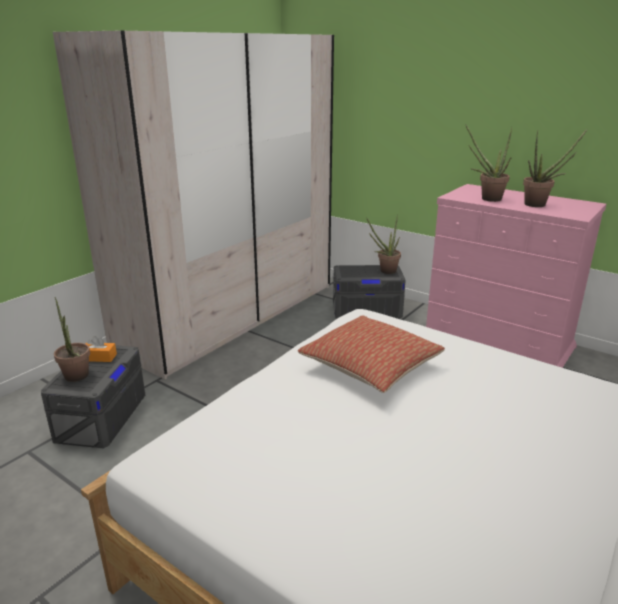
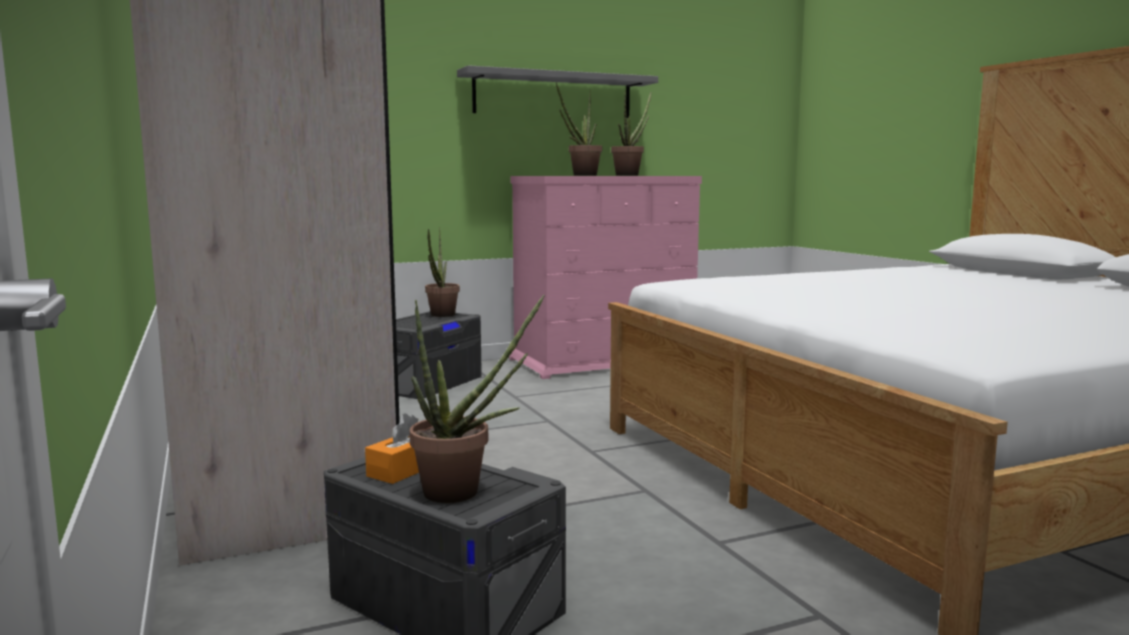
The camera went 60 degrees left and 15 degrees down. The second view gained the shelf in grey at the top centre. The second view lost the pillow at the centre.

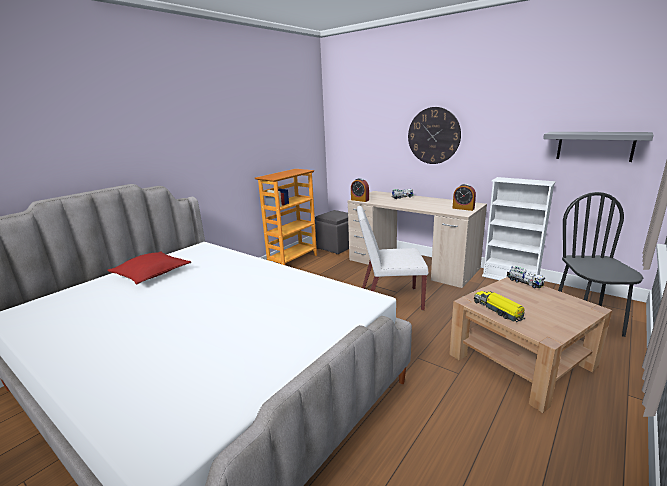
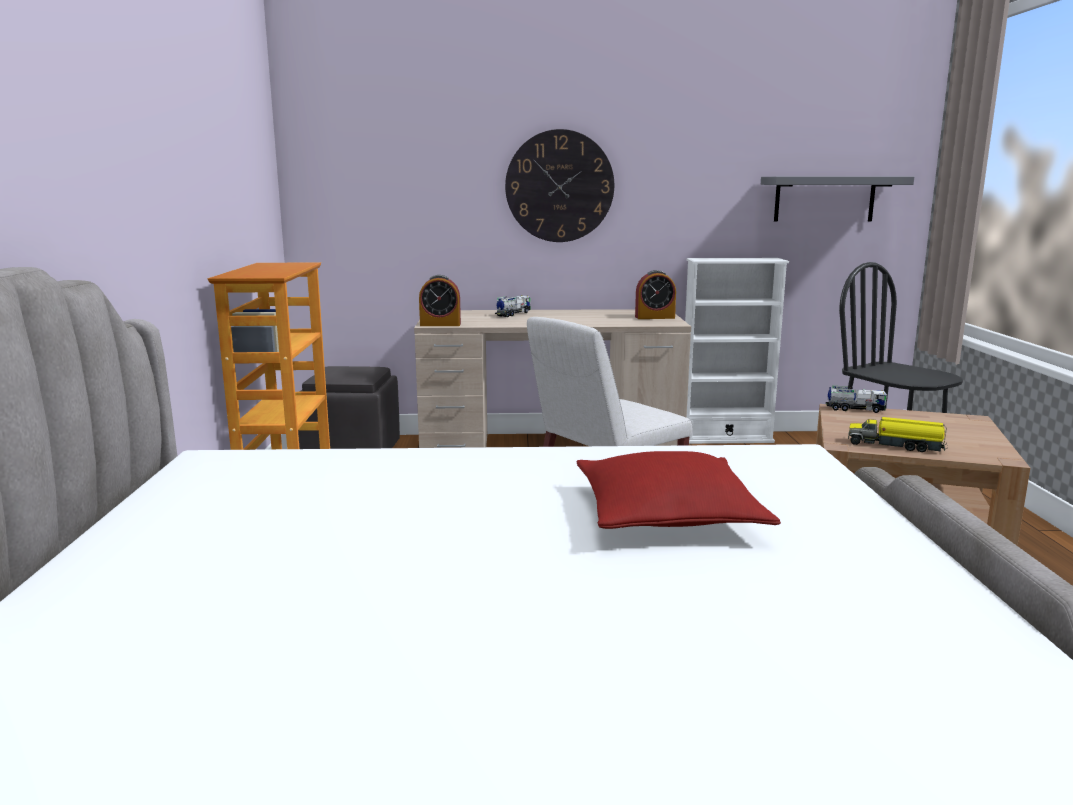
The camera went 40 degrees left and 5 degrees down. The pillow in red ended up elsewhere, having gone from the middle left to the centre.

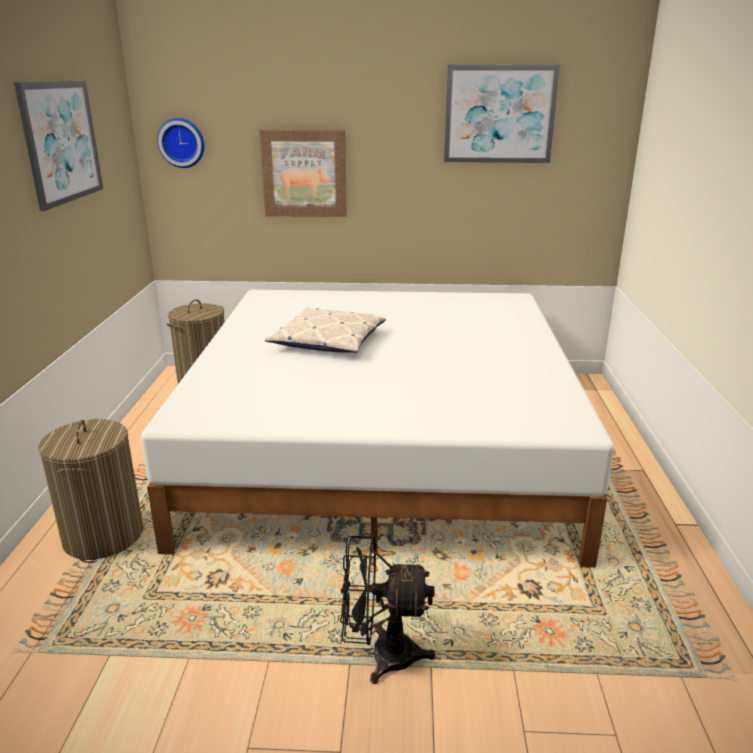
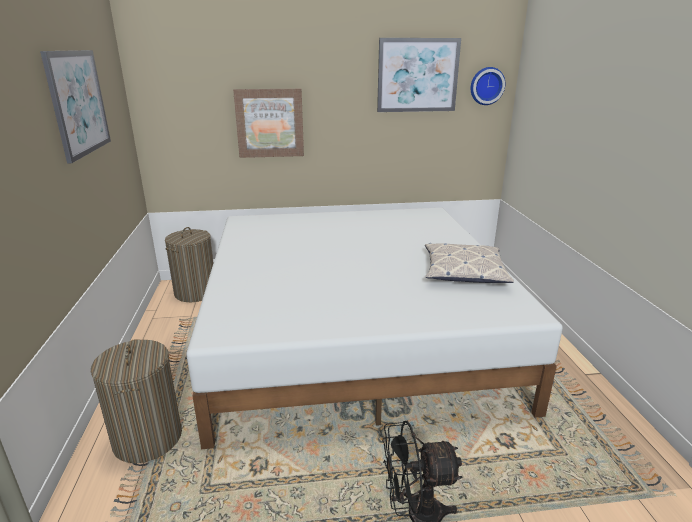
The camera went 10 degrees left and 0 degrees up. The pillow ended up elsewhere, having gone from the centre to the middle right. The wall clock ended up elsewhere, having gone from the top left to the top right.

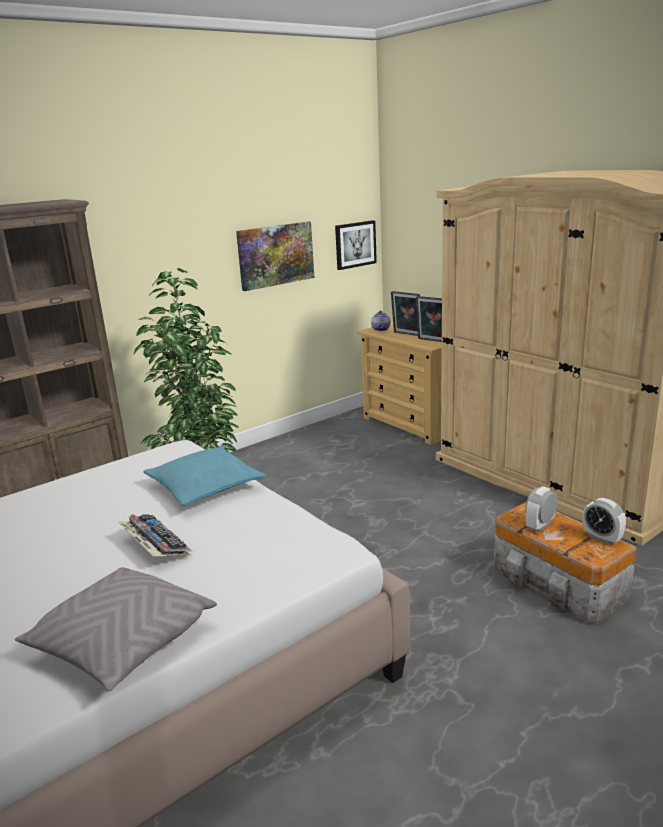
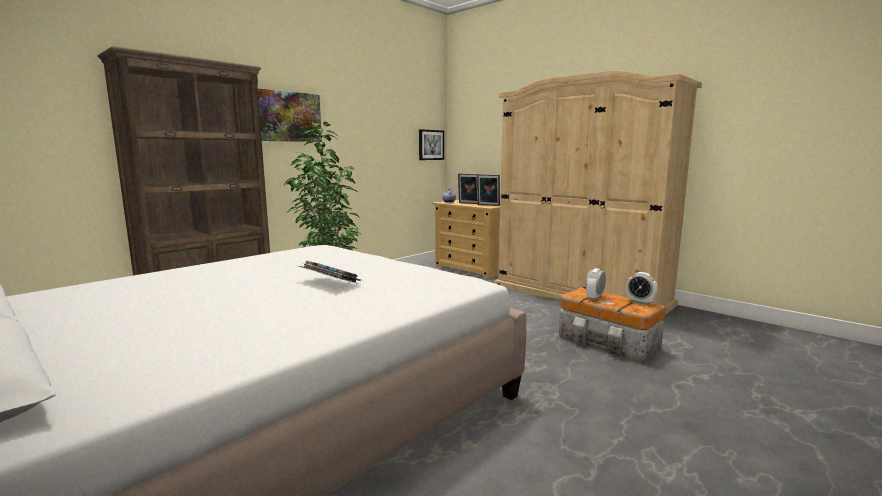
The camera went 10 degrees left and 10 degrees down. The picture (1st from left) ended up elsewhere, having gone from the top centre to the top left. The second view lost the pillow in grey at the bottom left. The second view lost the pillow in turquoise at the middle left.

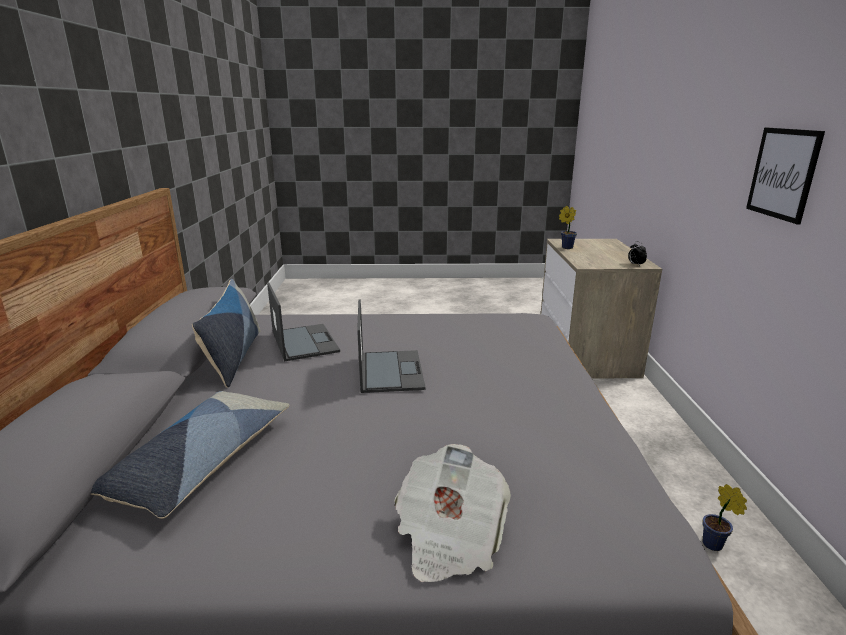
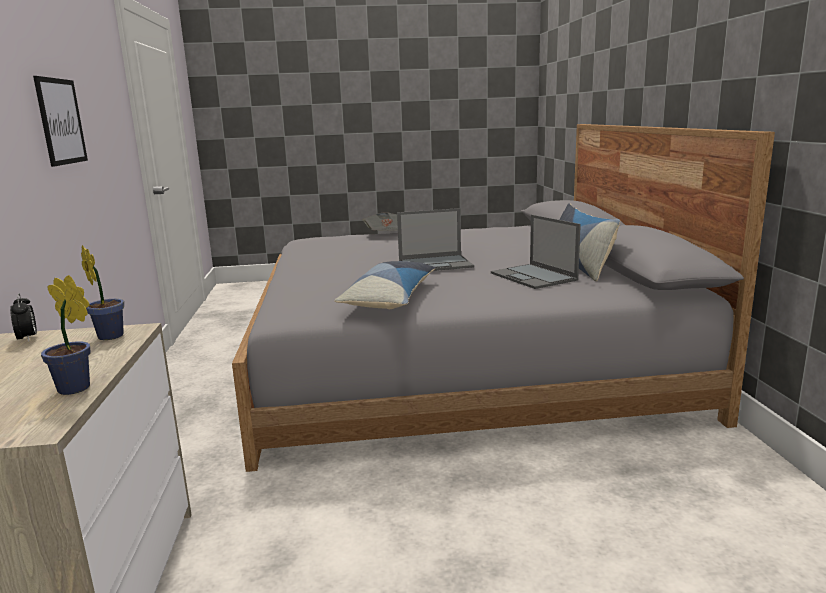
The camera went 175 degrees right and 5 degrees down. The potted plant (2nd from left) ended up elsewhere, having gone from the bottom right to the middle left. The pillow (1st from left) ended up elsewhere, having gone from the bottom left to the centre. The laptop (2nd from left in the first image) at the centre ended up facing another way, 90 degrees counterclockwise from before.

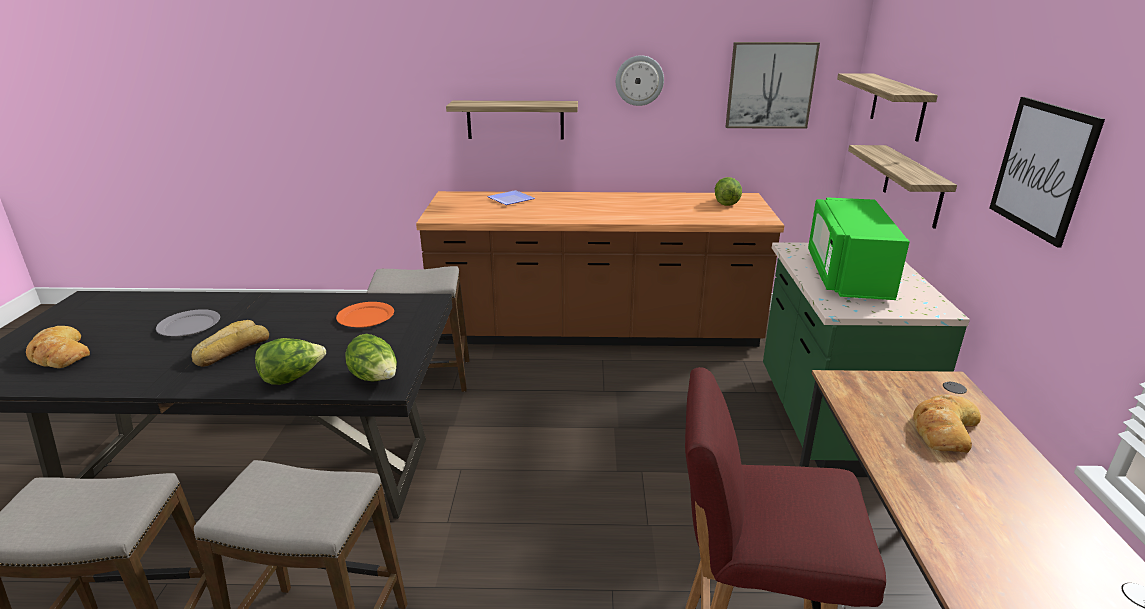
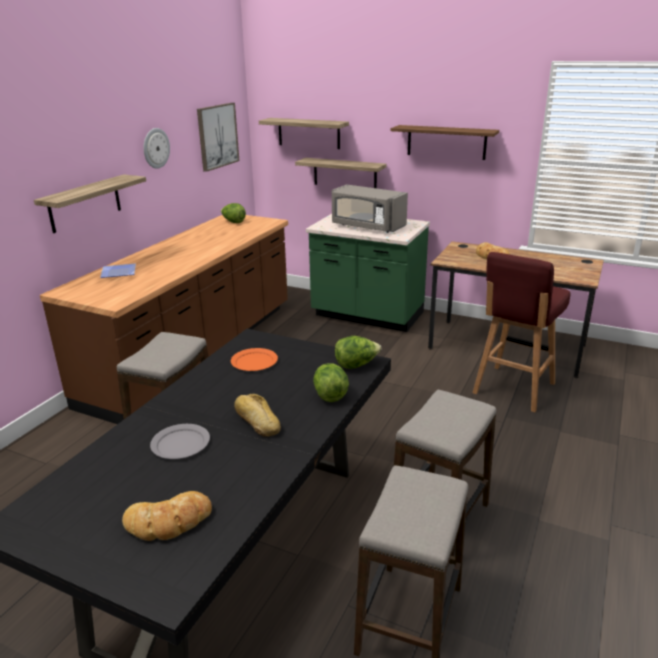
The camera went 65 degrees left and 0 degrees up. What was the microwave in green at the middle right turned into the microwave in grey at the top centre. Where the picture (2nd from left) hung at the top right, the shelf (4th from left) came to hang at the top right.

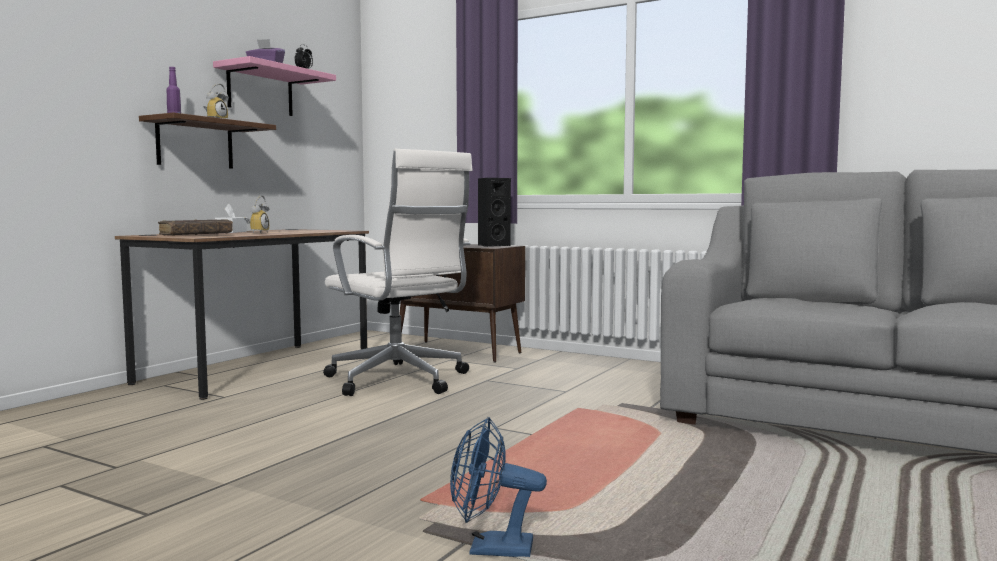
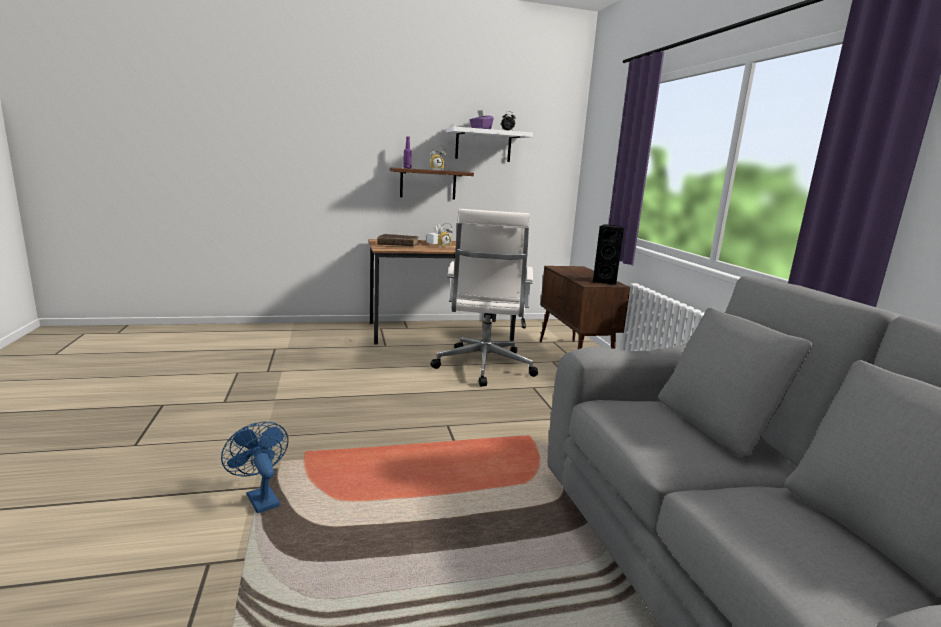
The camera went 45 degrees right and 10 degrees up. What was the shelf in pink at the top left turned into the shelf in white at the top centre.

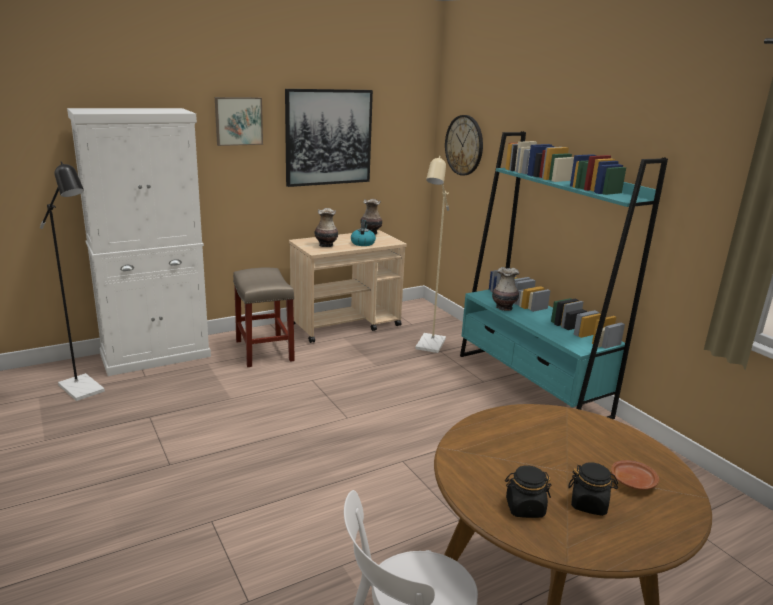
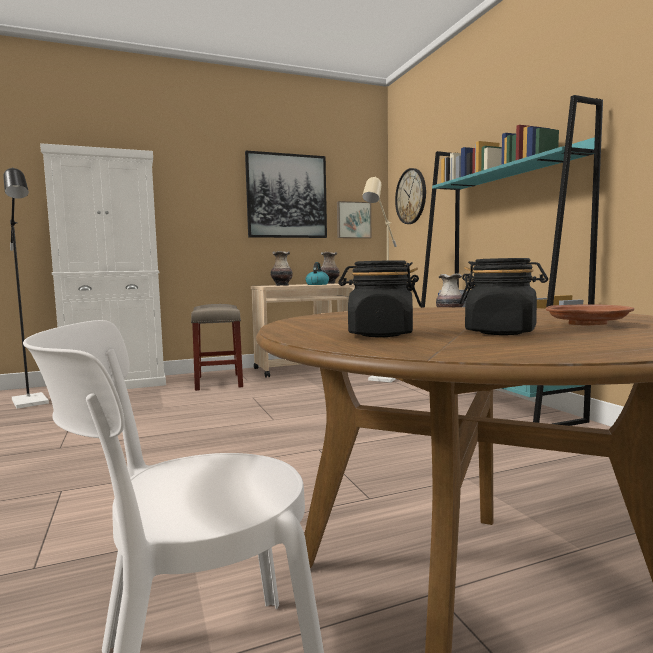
The camera went 10 degrees right and 15 degrees down. The picture (1st from left in the first image) ended up elsewhere, having gone from the top left to the centre.

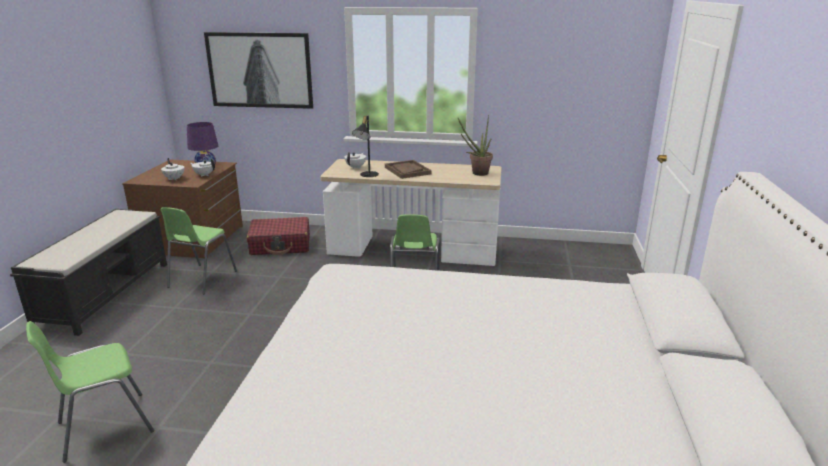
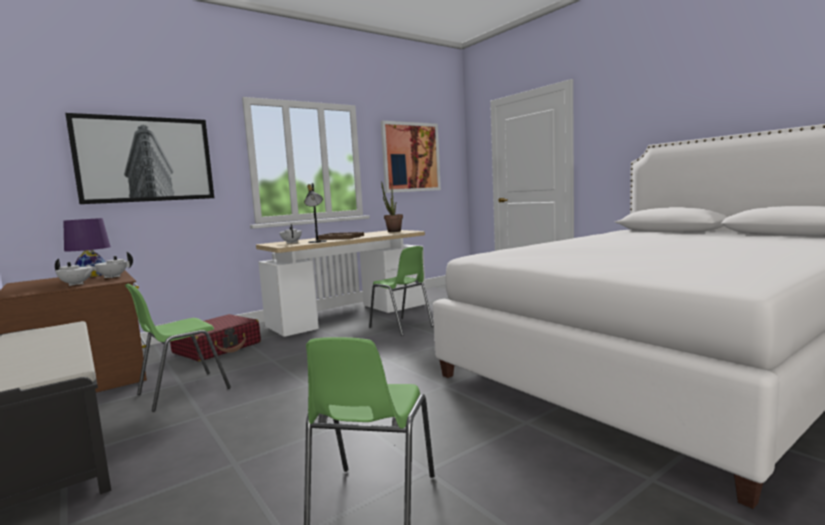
The camera went 45 degrees left and 15 degrees down. The chair in green (2nd from left in the first image) at the middle left ended up facing another way, 75 degrees clockwise from before. The second view gained the picture (2nd from left) at the top centre.

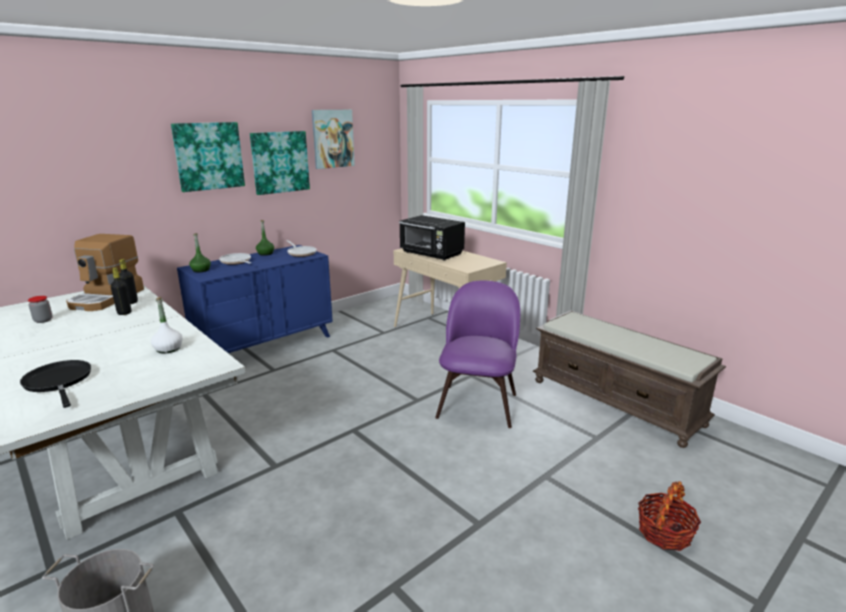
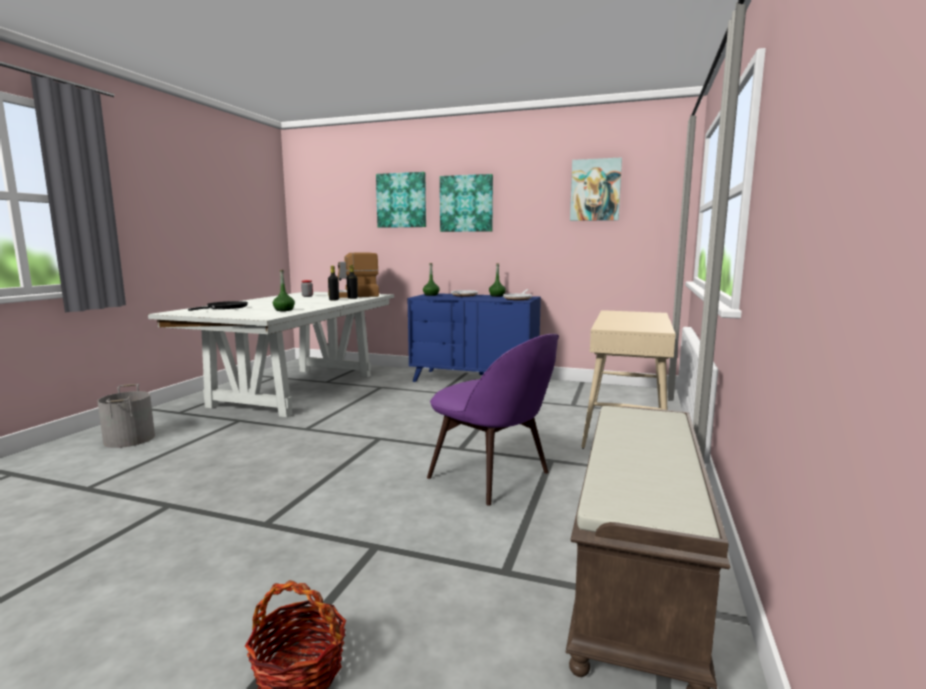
The camera went 60 degrees right and 10 degrees down. What was the bottle in white at the middle left turned into the bottle in green (1st from left) at the middle left. The picture (2nd from left in the first image) ended up elsewhere, having gone from the top left to the top centre. The chair in purple at the centre ended up facing another way, 60 degrees clockwise from before. The second view lost the microwave in black at the centre.

